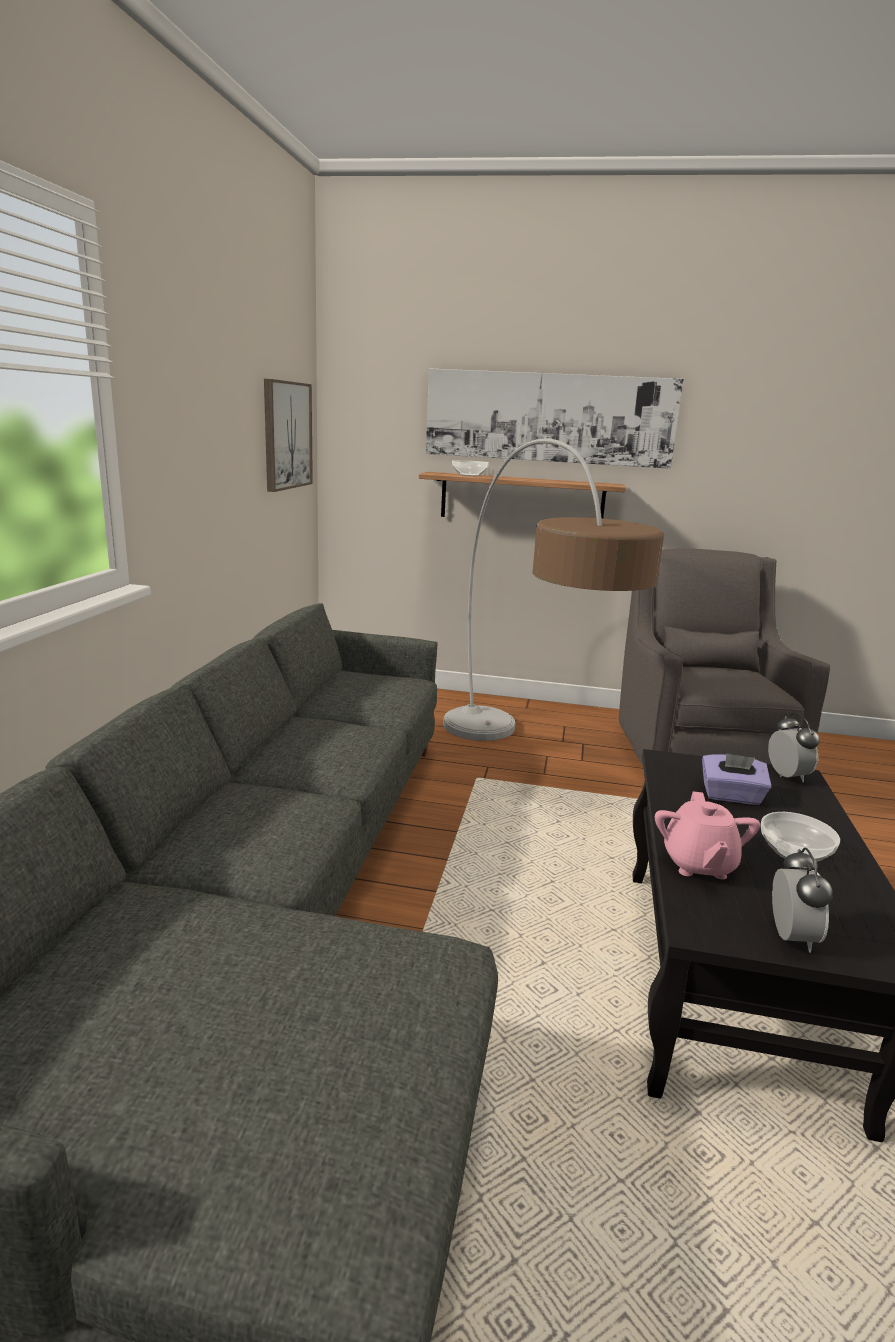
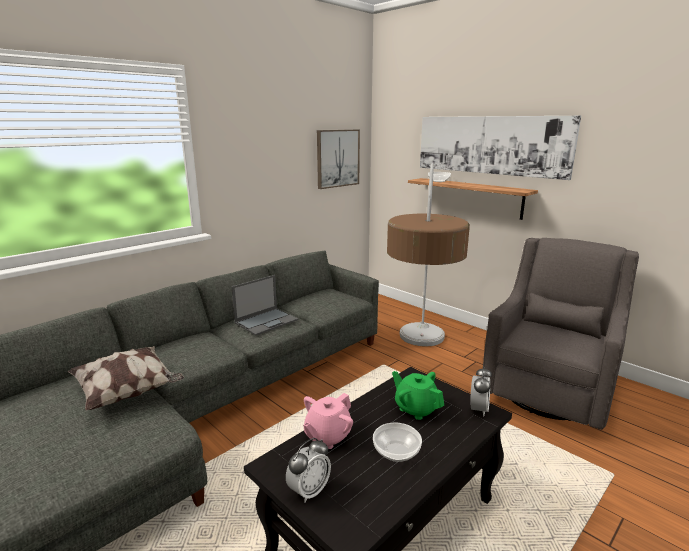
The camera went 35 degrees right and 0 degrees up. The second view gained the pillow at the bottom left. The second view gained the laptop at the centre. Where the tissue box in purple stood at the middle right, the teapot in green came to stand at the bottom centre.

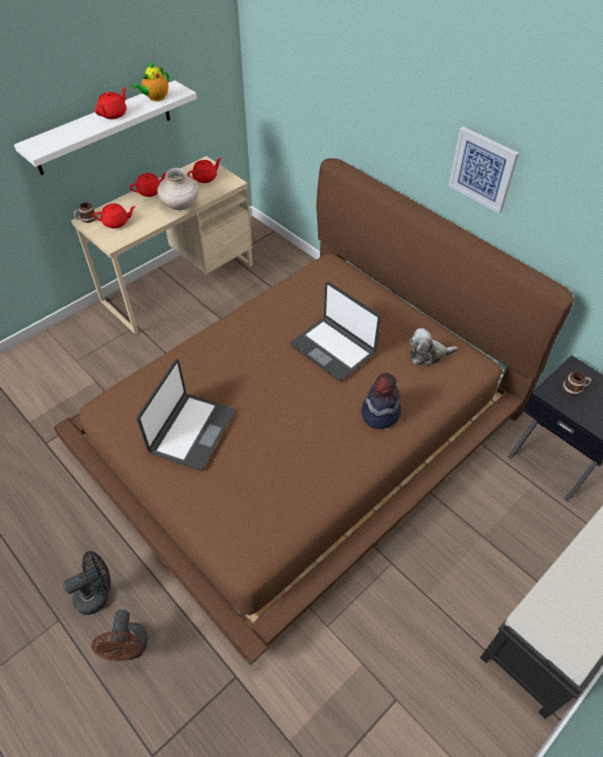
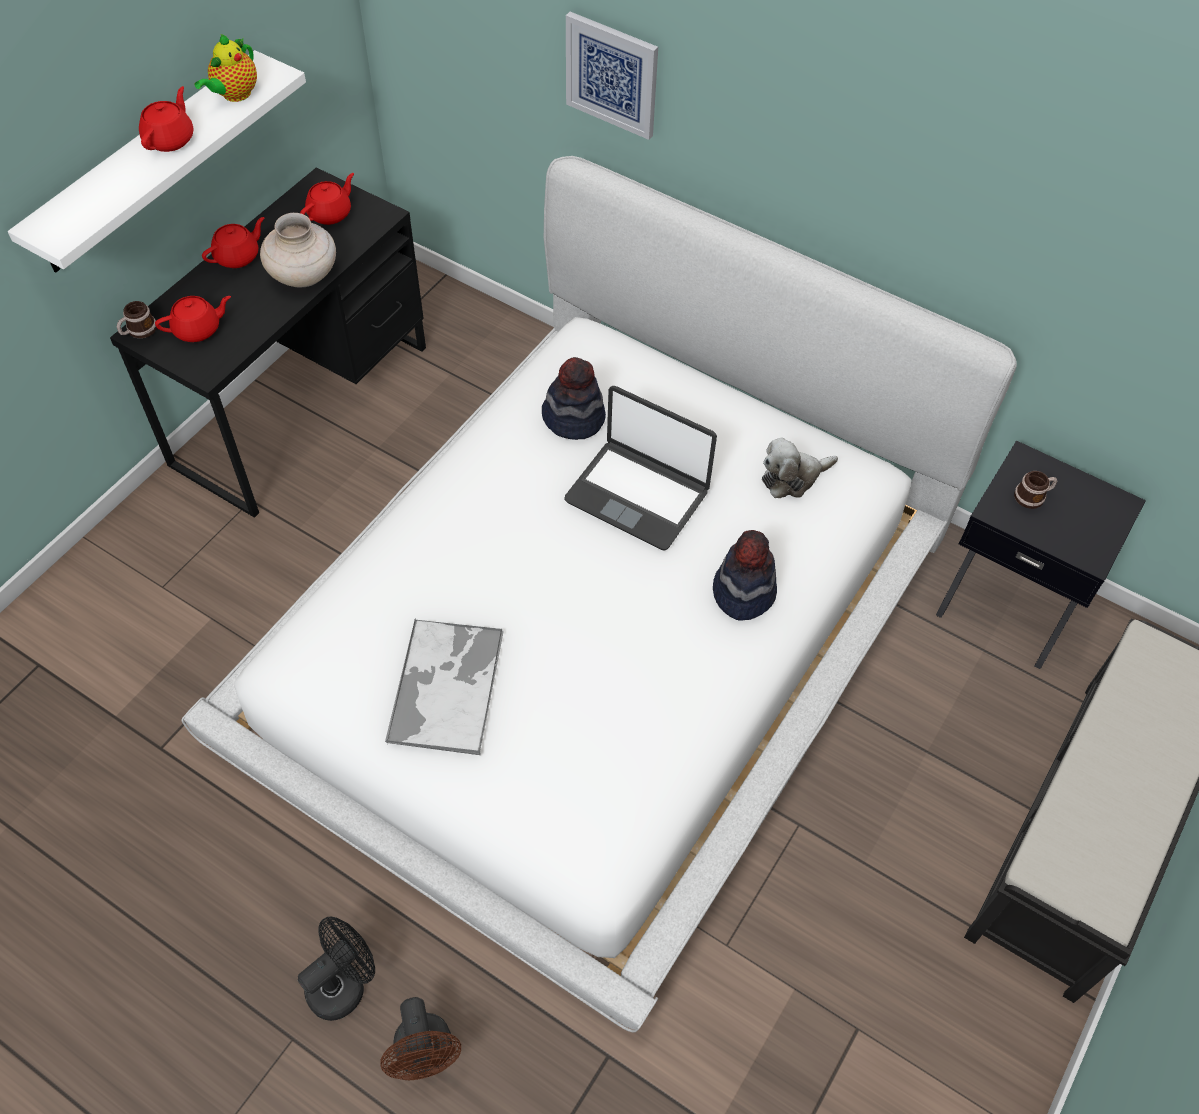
The camera went 15 degrees left and 5 degrees up. What was the desk in beige at the top left turned into the desk in black at the top left. What was the bed in brown at the centre turned into the bed in white at the centre. Where the laptop (1st from left) stood at the middle left, the tray came to stand at the centre. The second view gained the hat (1st from left) at the centre. The picture ended up elsewhere, having gone from the top right to the top centre.

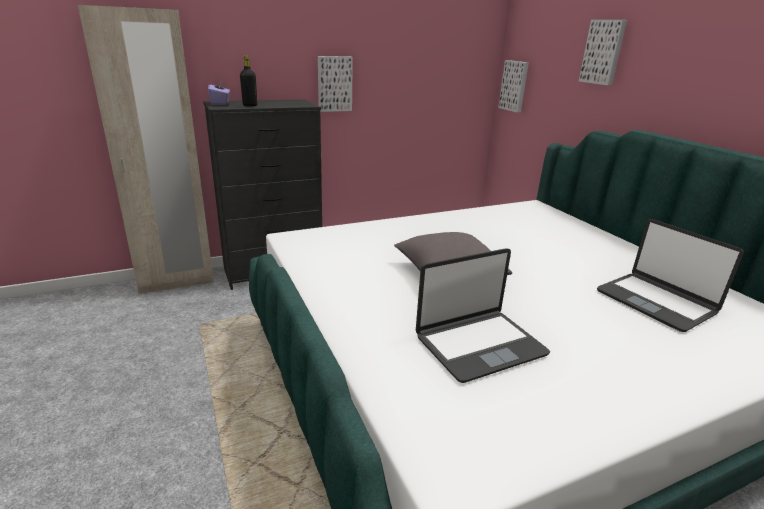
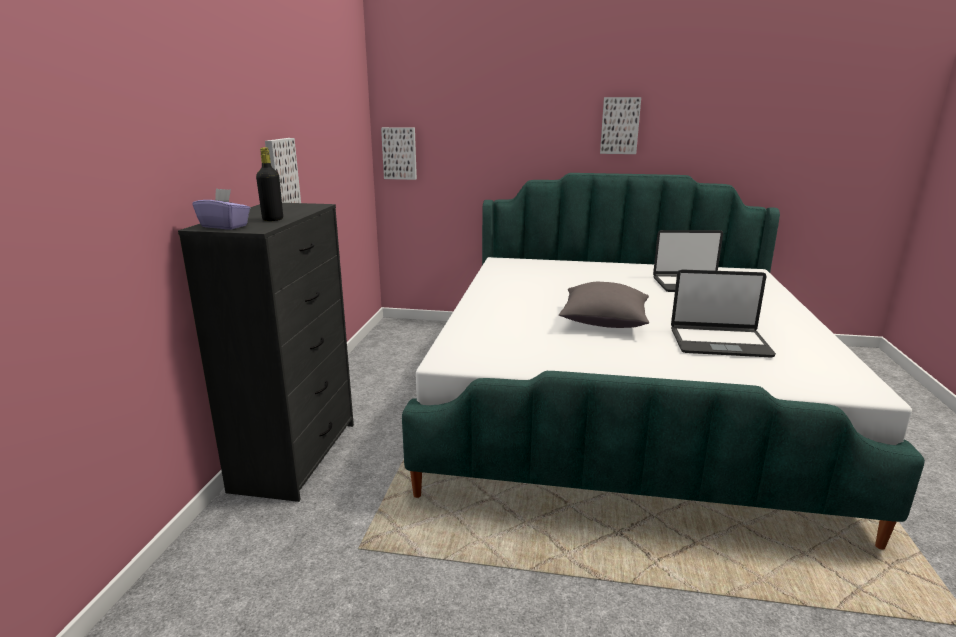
The camera went 55 degrees left and 5 degrees down. The picture (3rd from left) ended up elsewhere, having gone from the top right to the top centre. The laptop (1st from left in the first image) at the centre ended up facing another way, 90 degrees clockwise from before. The second view lost the wardrobe in beige at the top left.

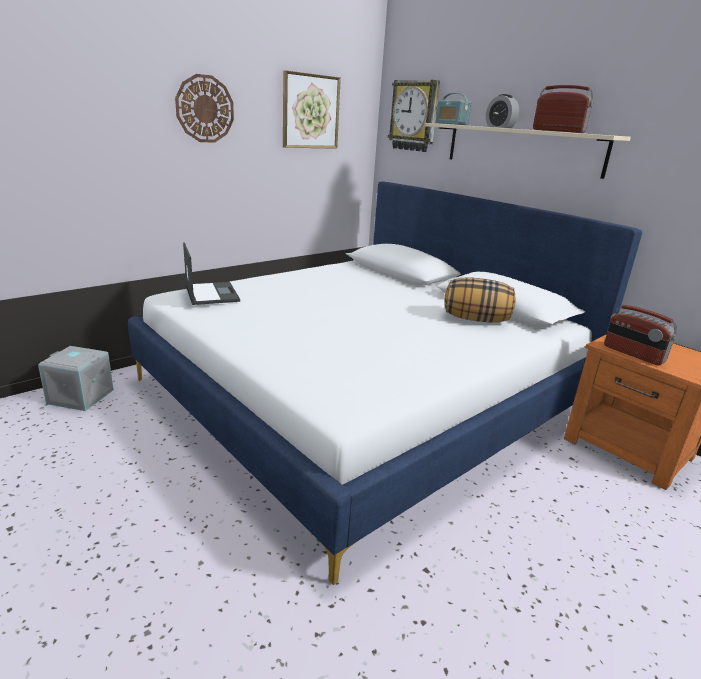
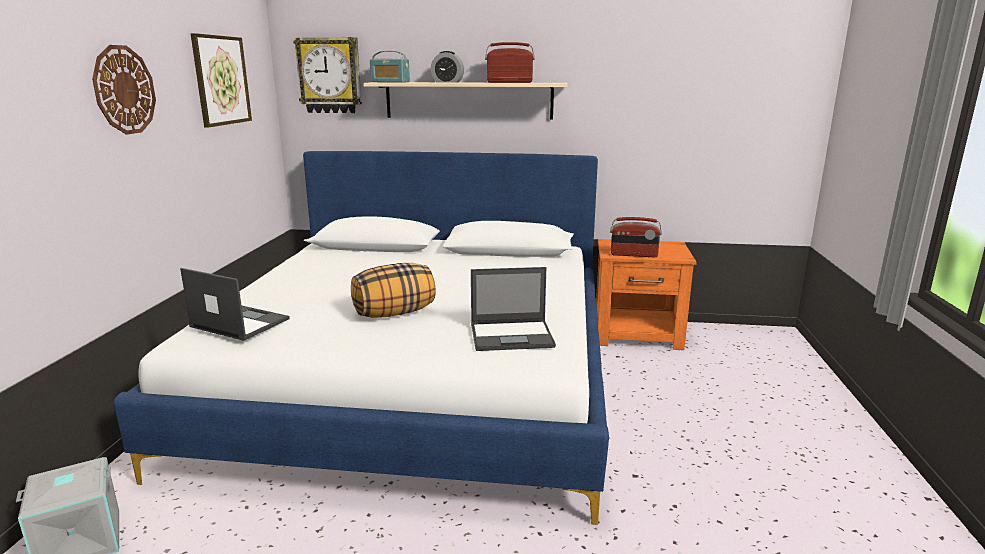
The camera went 40 degrees left and 5 degrees down. The pillow ended up elsewhere, having gone from the middle right to the centre. The second view gained the laptop (2nd from left) at the centre.

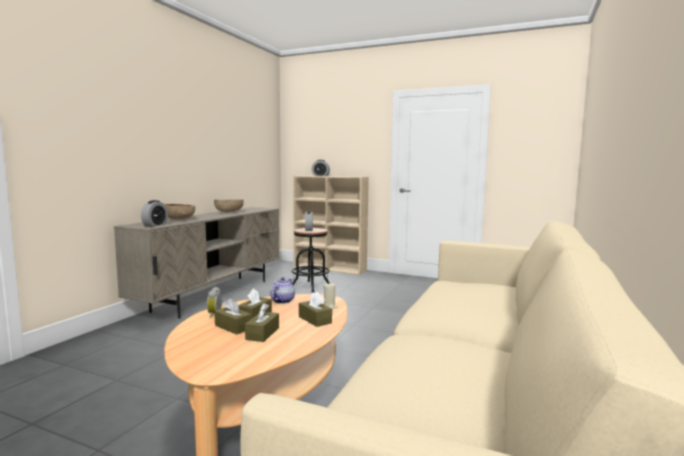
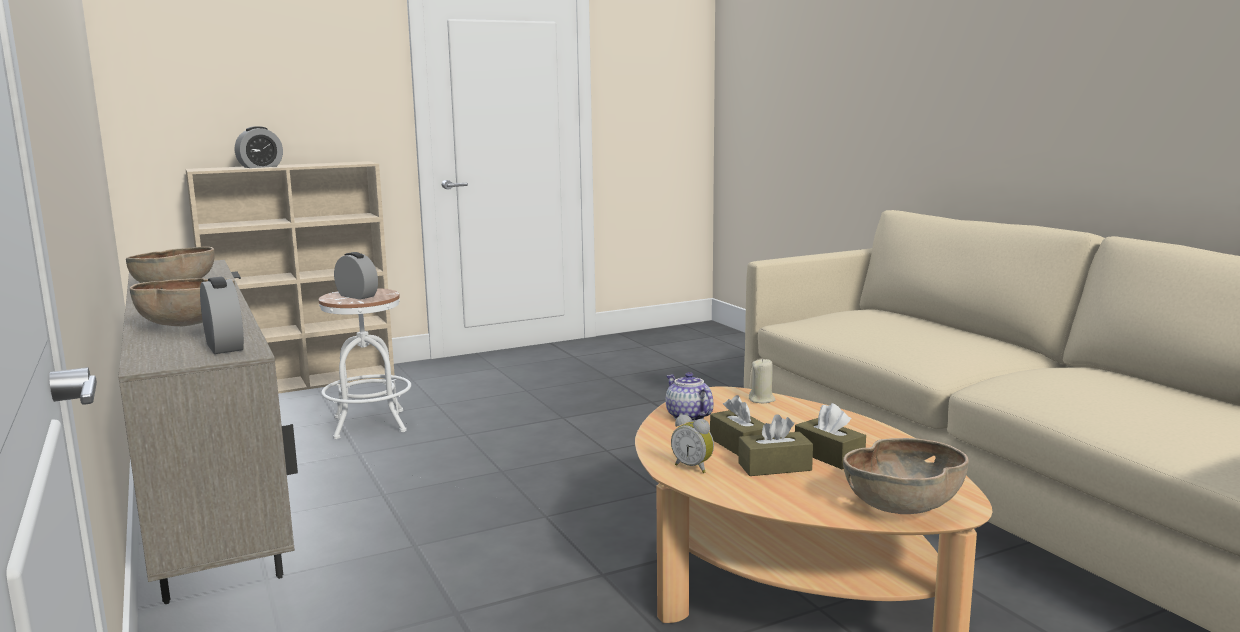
The camera went 50 degrees left and 5 degrees up. What was the stool in black at the centre turned into the stool in white at the middle left. The second view gained the bowl in brown (3rd from left) at the bottom right. The second view lost the tissue box in brown (4th from left) at the bottom centre.

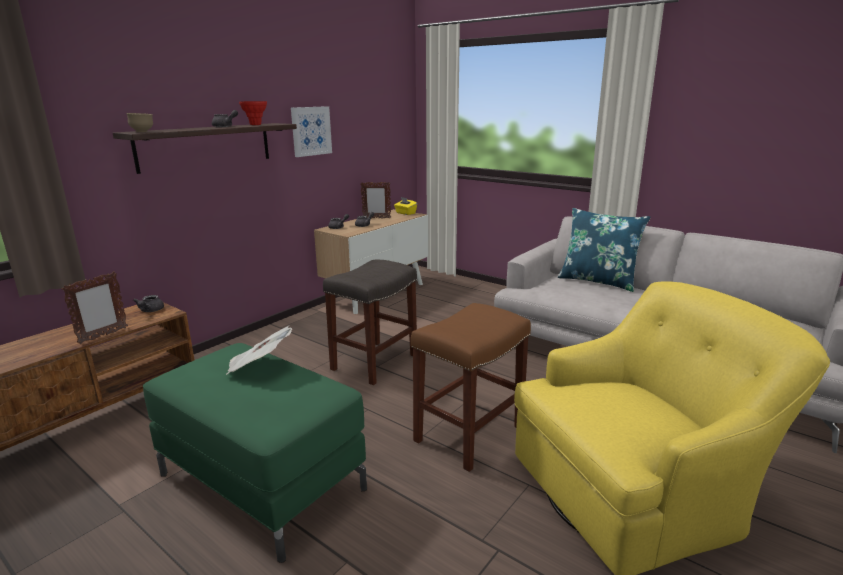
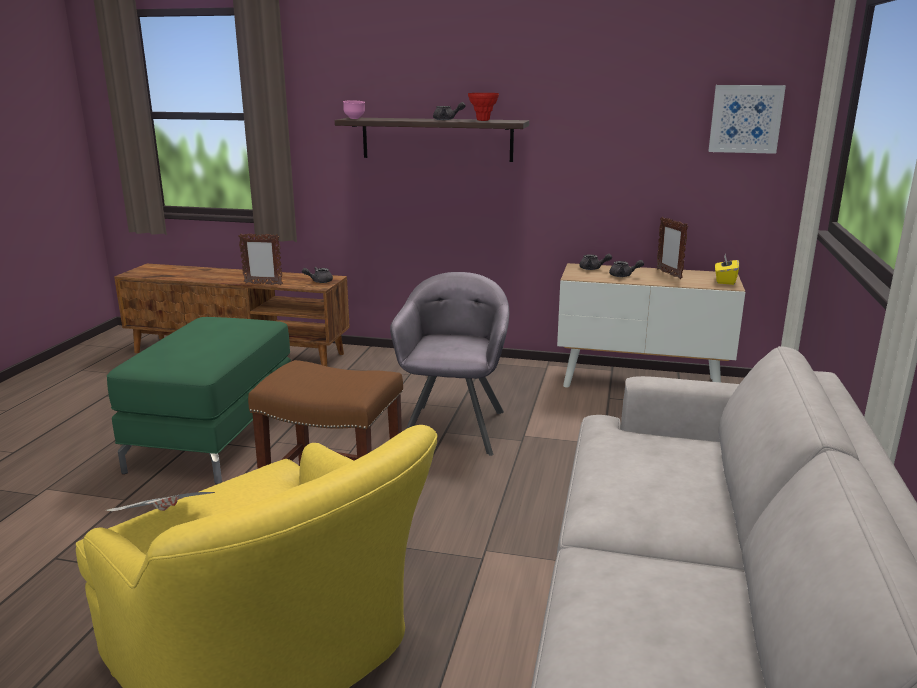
The camera went 65 degrees right and 0 degrees up. The newspaper ended up elsewhere, having gone from the middle left to the bottom left. What was the bowl in brown at the top left turned into the bowl in pink at the top centre. Where the stool in grey stood at the centre, the armchair in grey came to stand at the centre. The picture ended up elsewhere, having gone from the top centre to the top right. The second view lost the pillow in blue at the middle right.

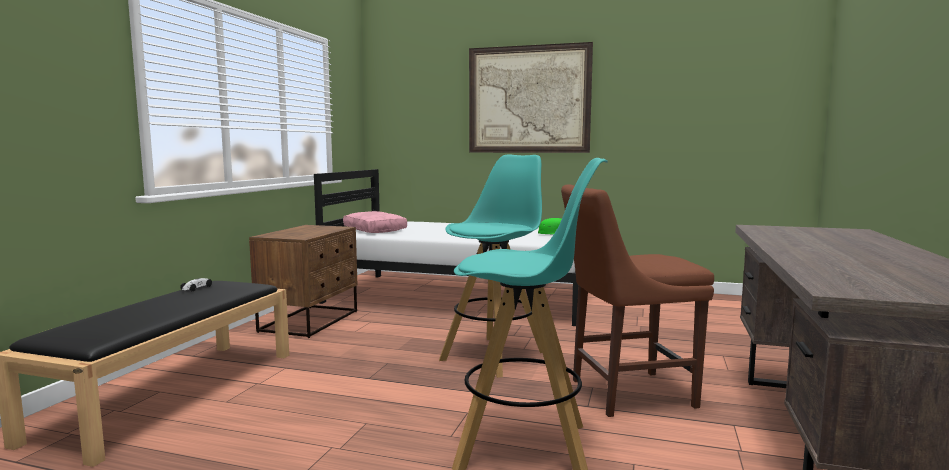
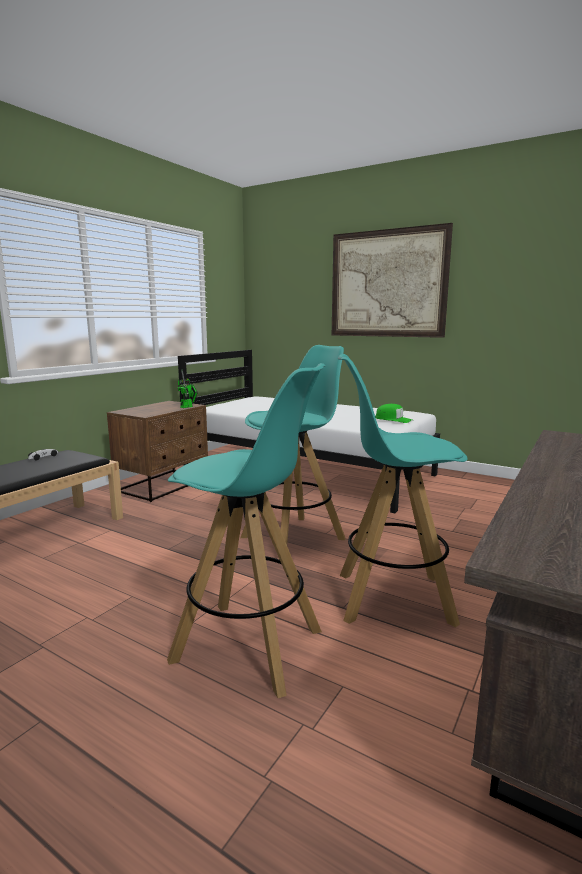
The camera went 15 degrees right and 5 degrees up. The second view gained the toy robot at the middle left. Where the chair in brown stood at the middle right, the stool in turquoise (3rd from left) came to stand at the middle right. The second view lost the pillow in pink at the centre.

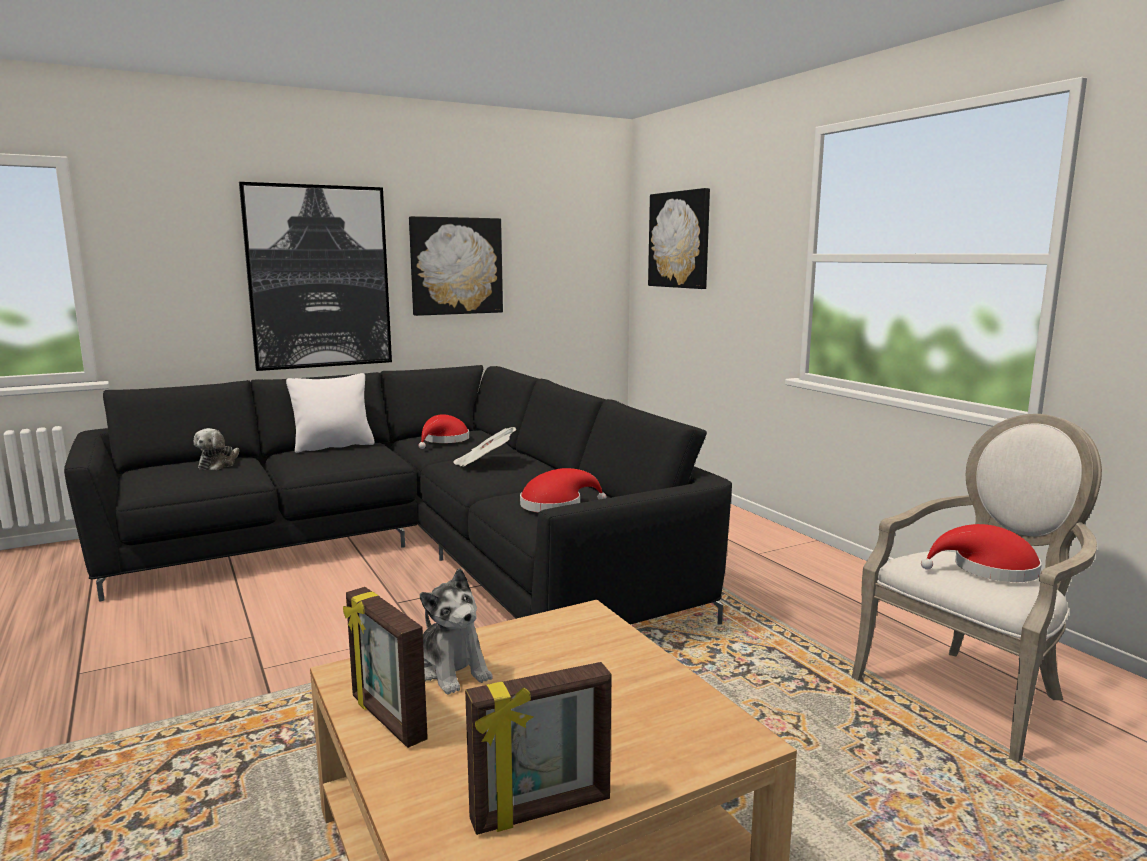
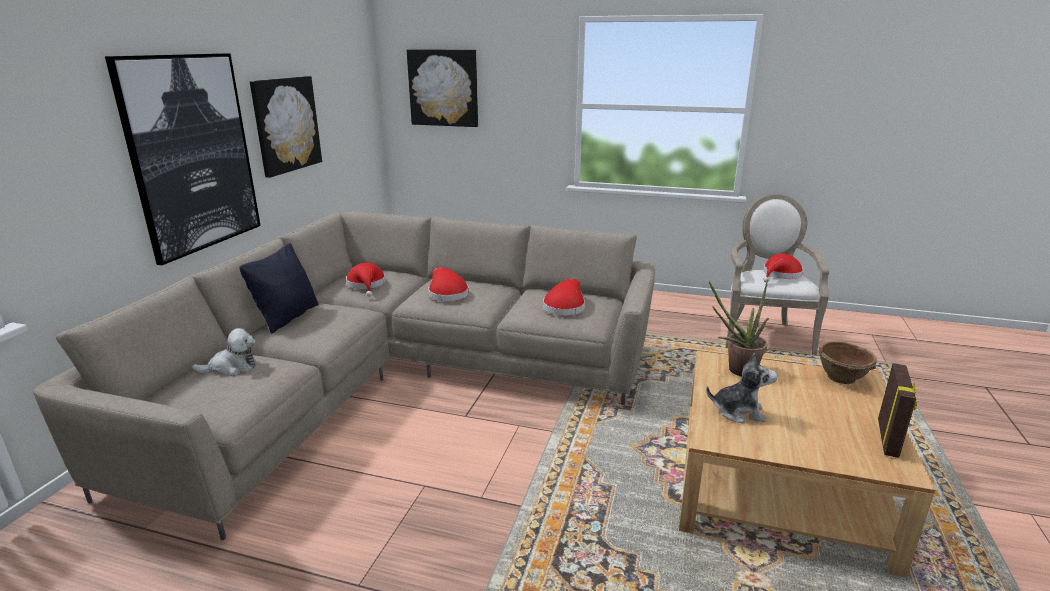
The camera went 45 degrees left and 10 degrees up. What was the sofa in black at the centre turned into the sofa in beige at the middle left. The plush toy (1st from left) at the middle left ended up facing another way, 75 degrees counterclockwise from before. What was the pillow in white at the middle left turned into the pillow in black at the middle left. Where the newspaper stood at the centre, the hat in red (2nd from left) came to stand at the centre. The second view gained the potted plant at the middle right. The second view gained the bowl in brown at the middle right. The second view lost the picture frame (1st from left) at the bottom centre.

